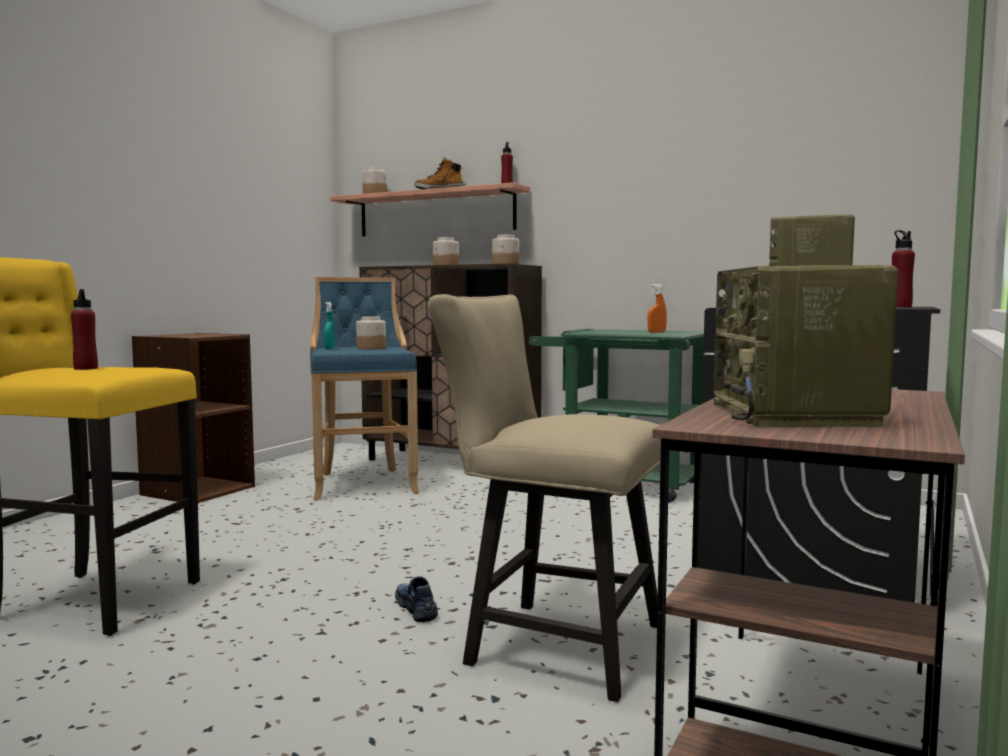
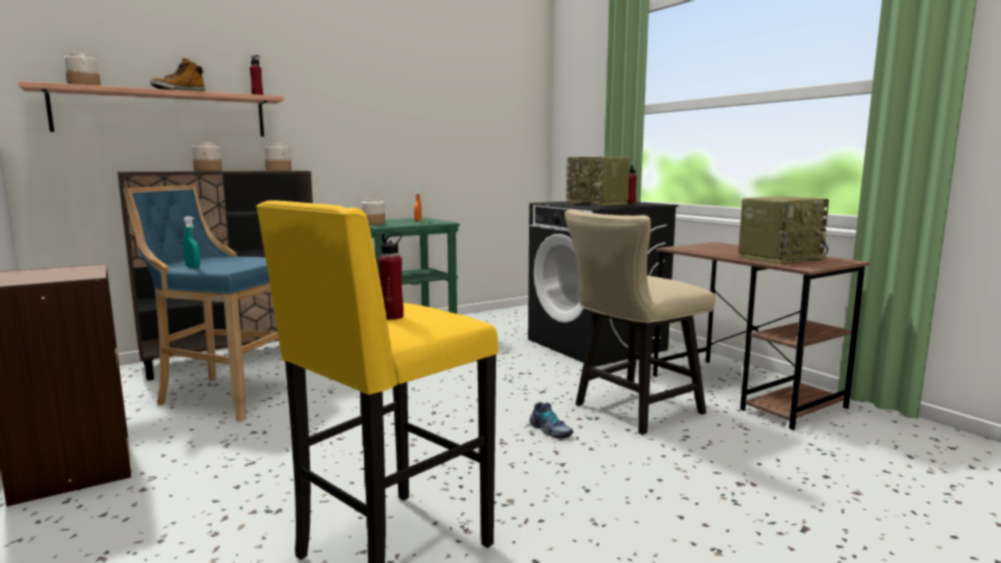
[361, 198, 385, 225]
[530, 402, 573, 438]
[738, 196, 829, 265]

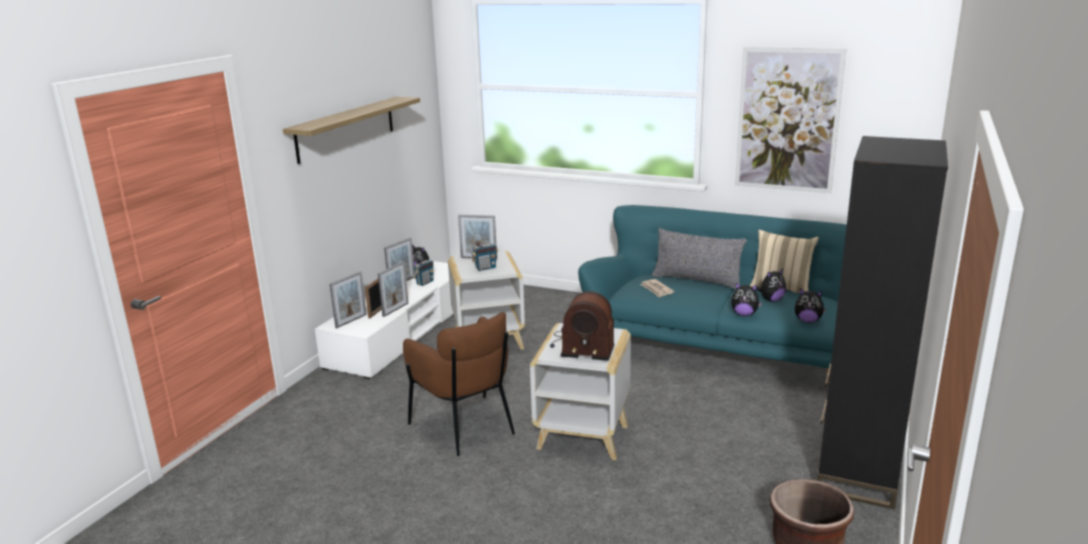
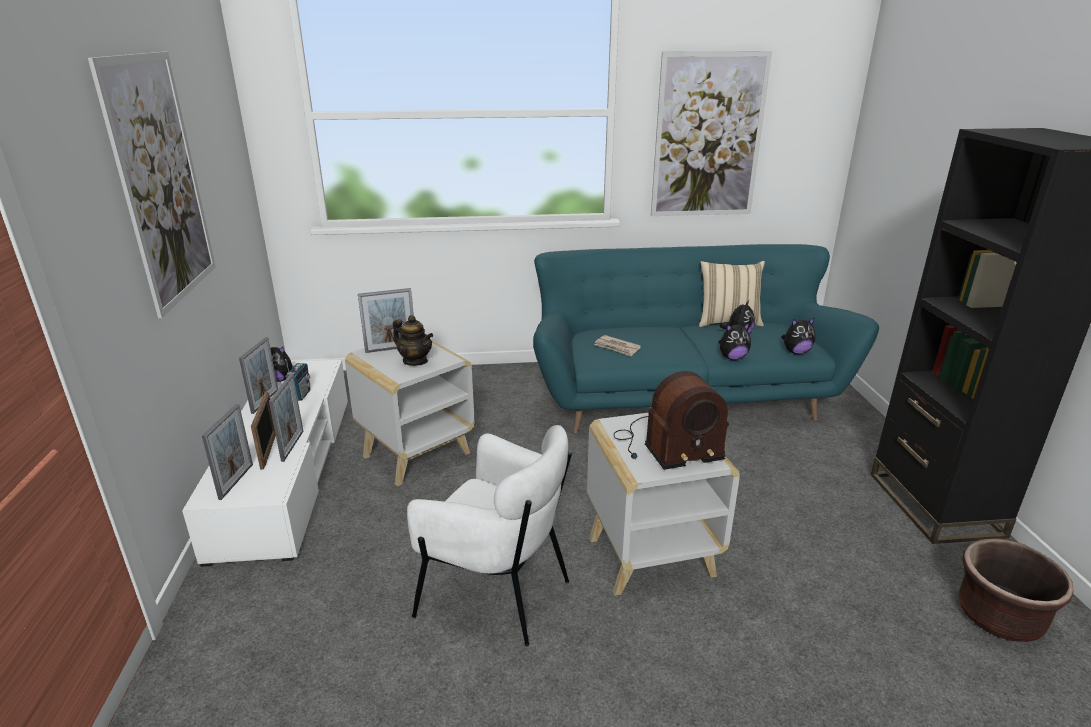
[88, 52, 216, 318]
[407, 425, 572, 646]
[393, 315, 433, 366]
[652, 228, 747, 289] (first image)

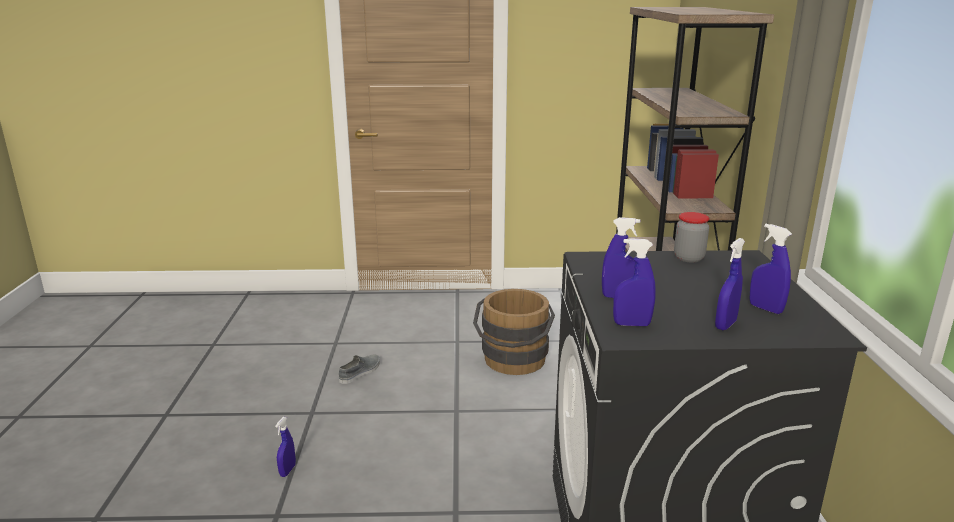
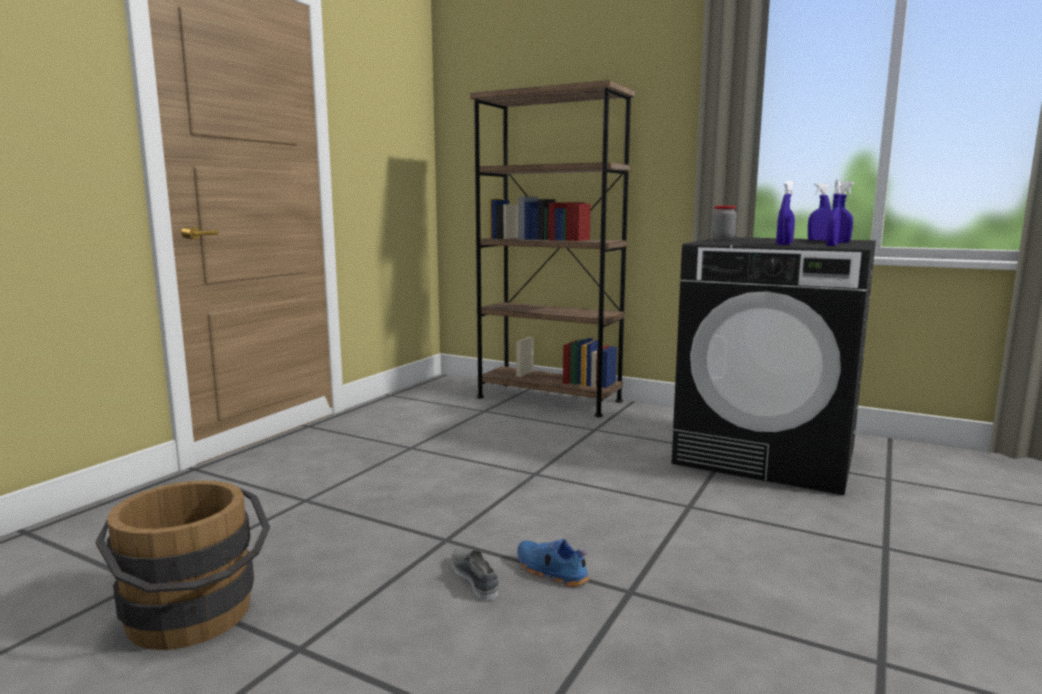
[517, 538, 589, 587]
[452, 548, 498, 601]
[96, 480, 270, 650]

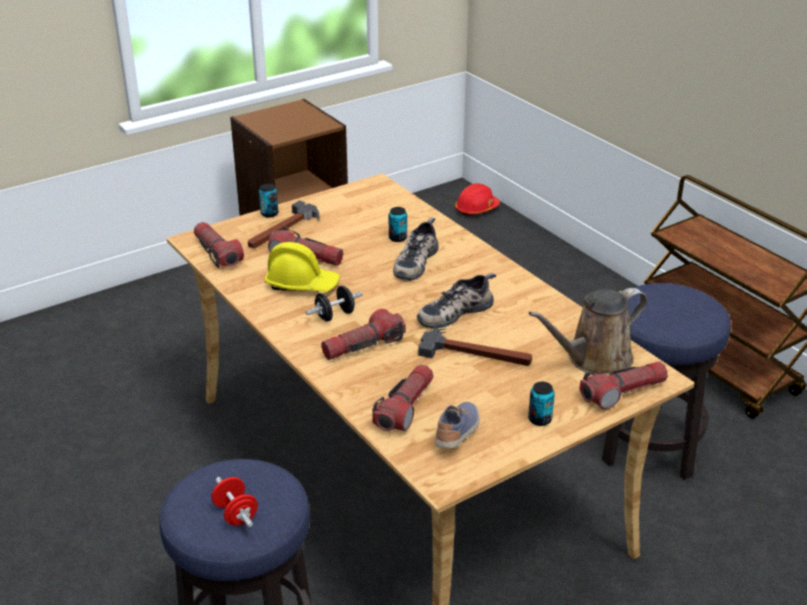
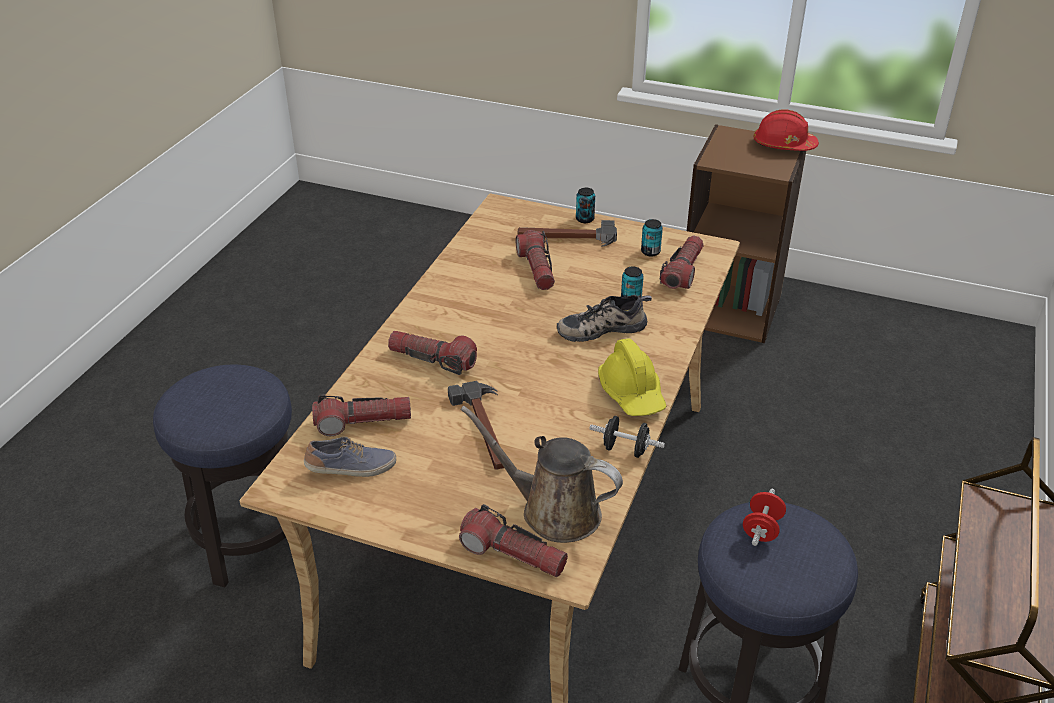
[660, 236, 704, 289]
[743, 489, 786, 546]
[598, 339, 667, 416]
[589, 416, 665, 458]
[417, 273, 496, 329] (first image)
[753, 110, 819, 151]
[641, 219, 663, 257]

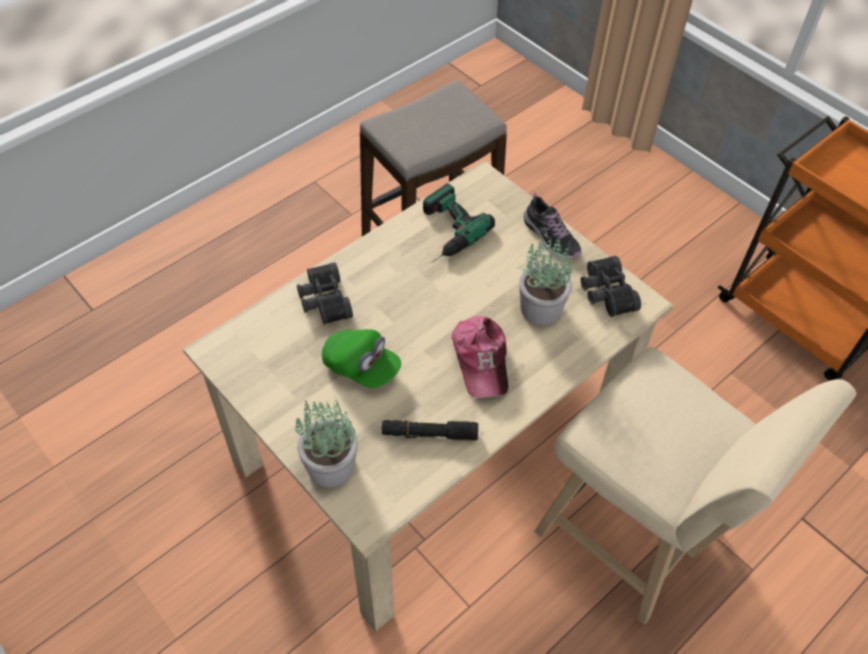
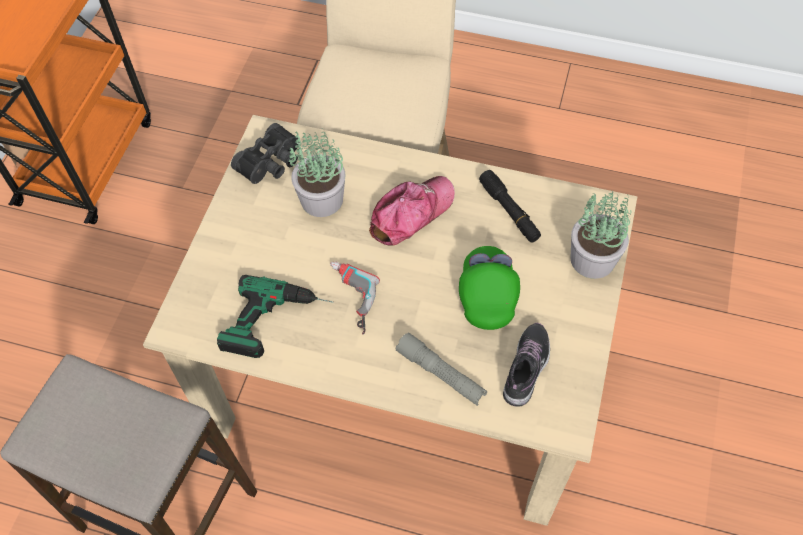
[396, 332, 487, 406]
[503, 323, 550, 406]
[330, 262, 380, 335]

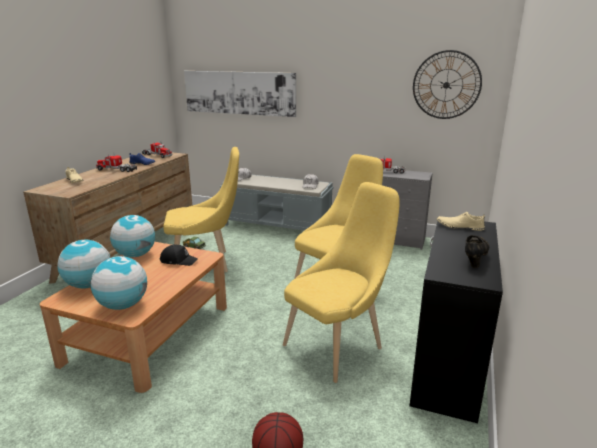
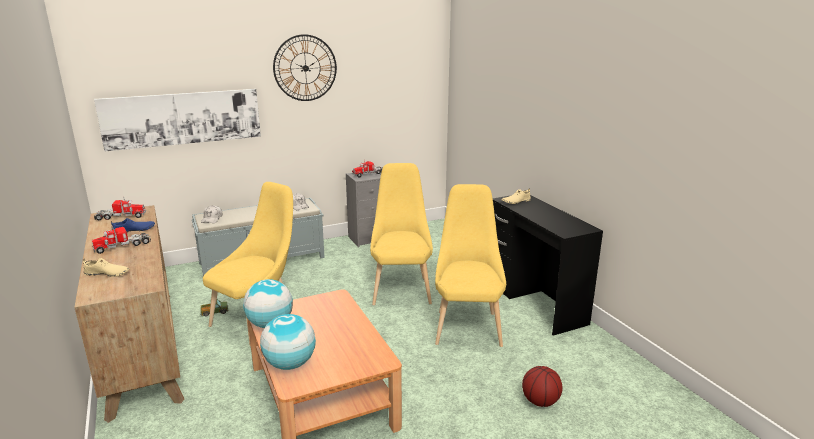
[90, 256, 147, 310] (first image)
[160, 244, 198, 266] (first image)
[273, 34, 337, 101]
[465, 235, 489, 268] (first image)

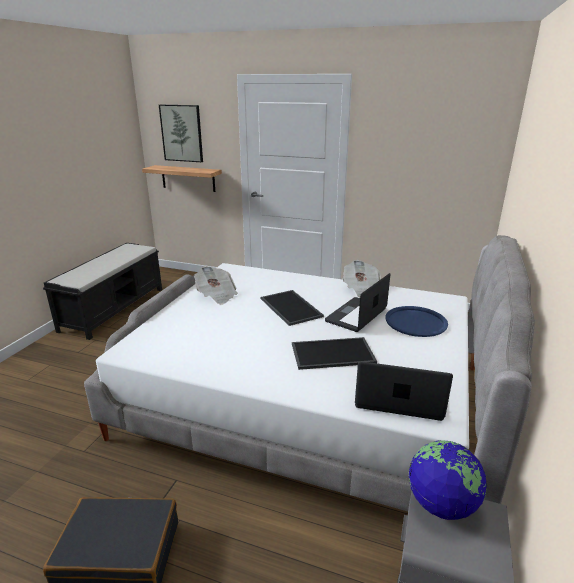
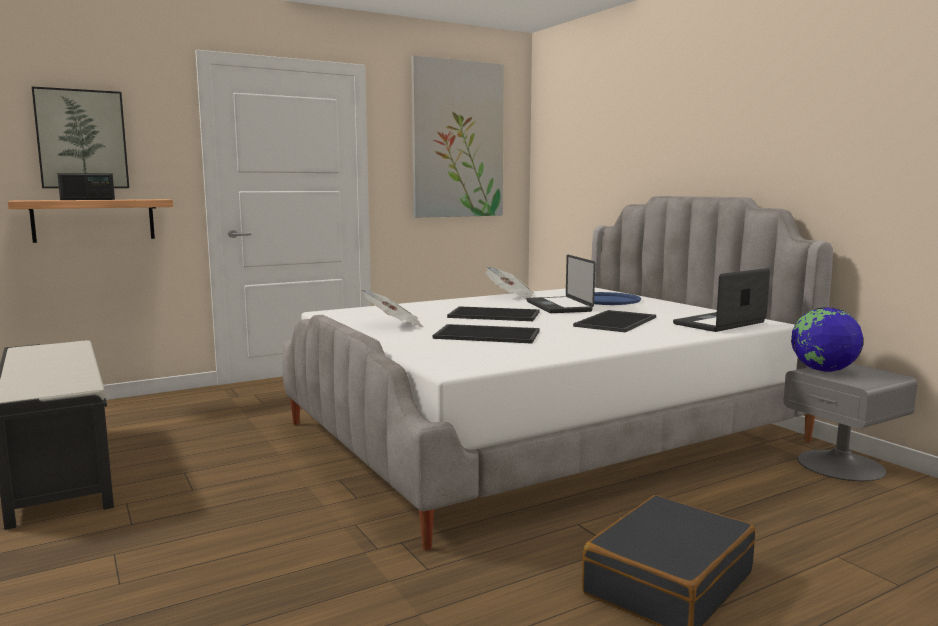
[57, 173, 115, 200]
[411, 55, 504, 218]
[433, 324, 540, 344]

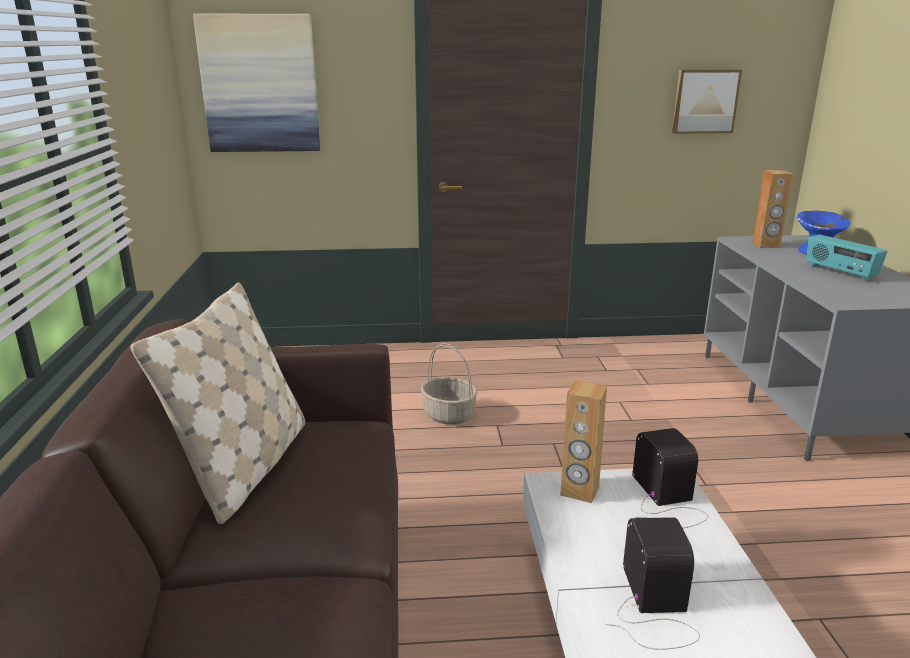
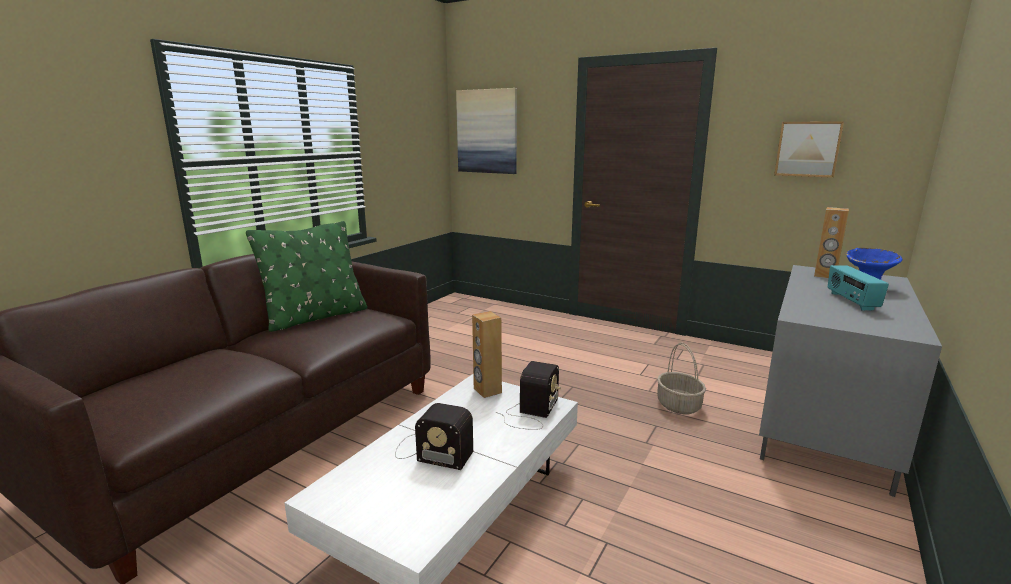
[246, 221, 367, 332]
[657, 342, 706, 415]
[395, 403, 473, 470]

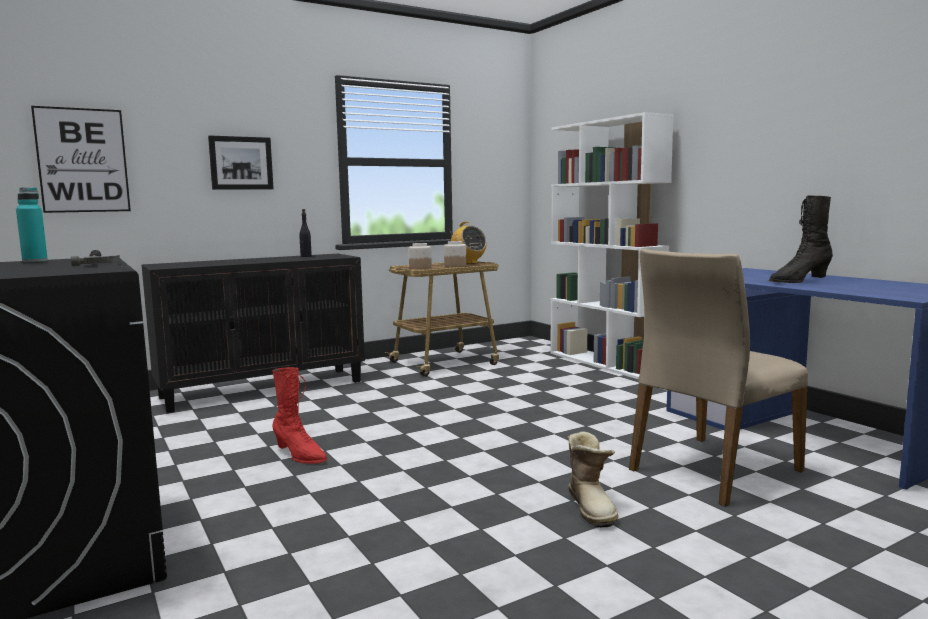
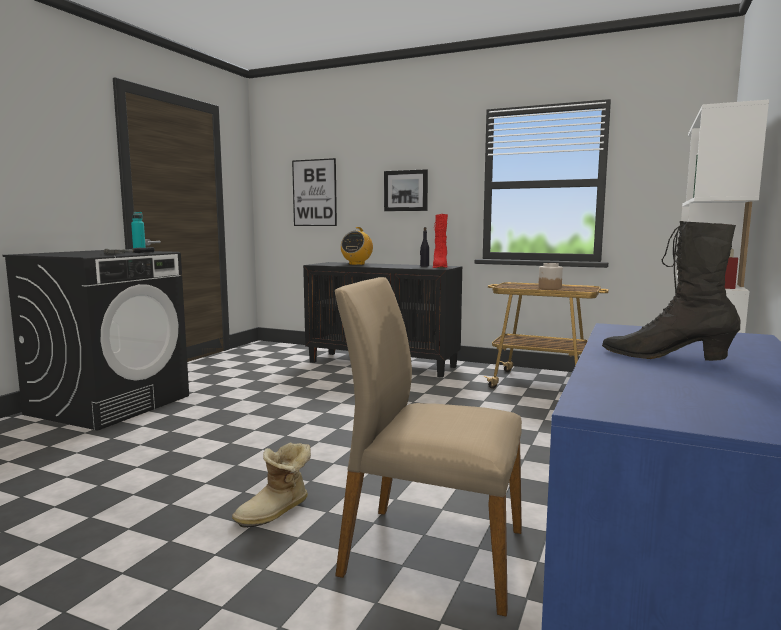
[433, 214, 448, 268]
[409, 243, 432, 269] (first image)
[341, 227, 373, 265]

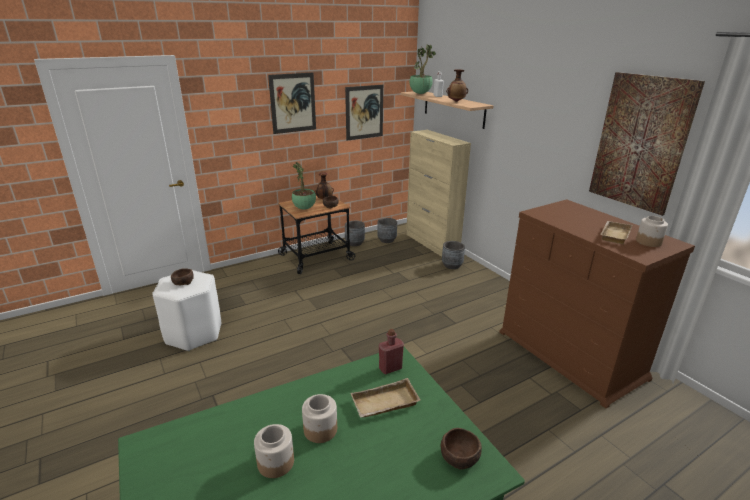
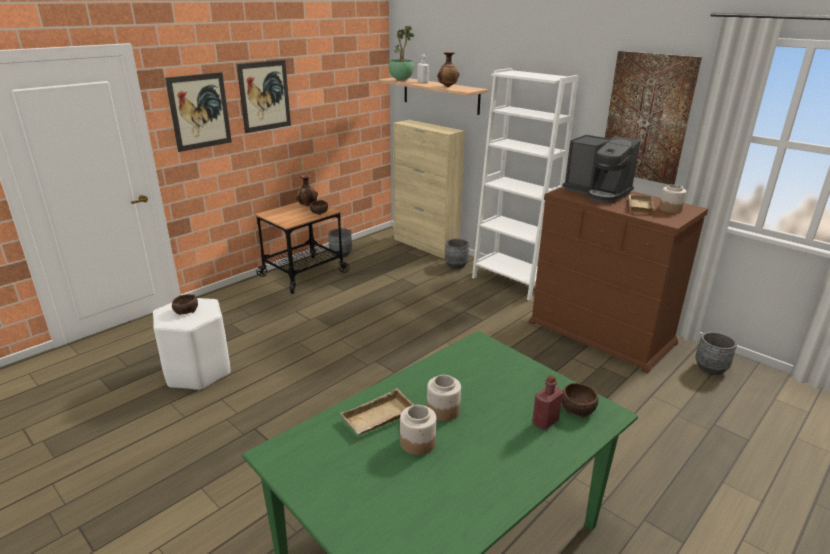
[292, 162, 316, 210] (first image)
[165, 72, 232, 152]
[340, 388, 414, 435]
[695, 331, 737, 375]
[532, 375, 563, 430]
[472, 68, 579, 300]
[562, 135, 641, 203]

